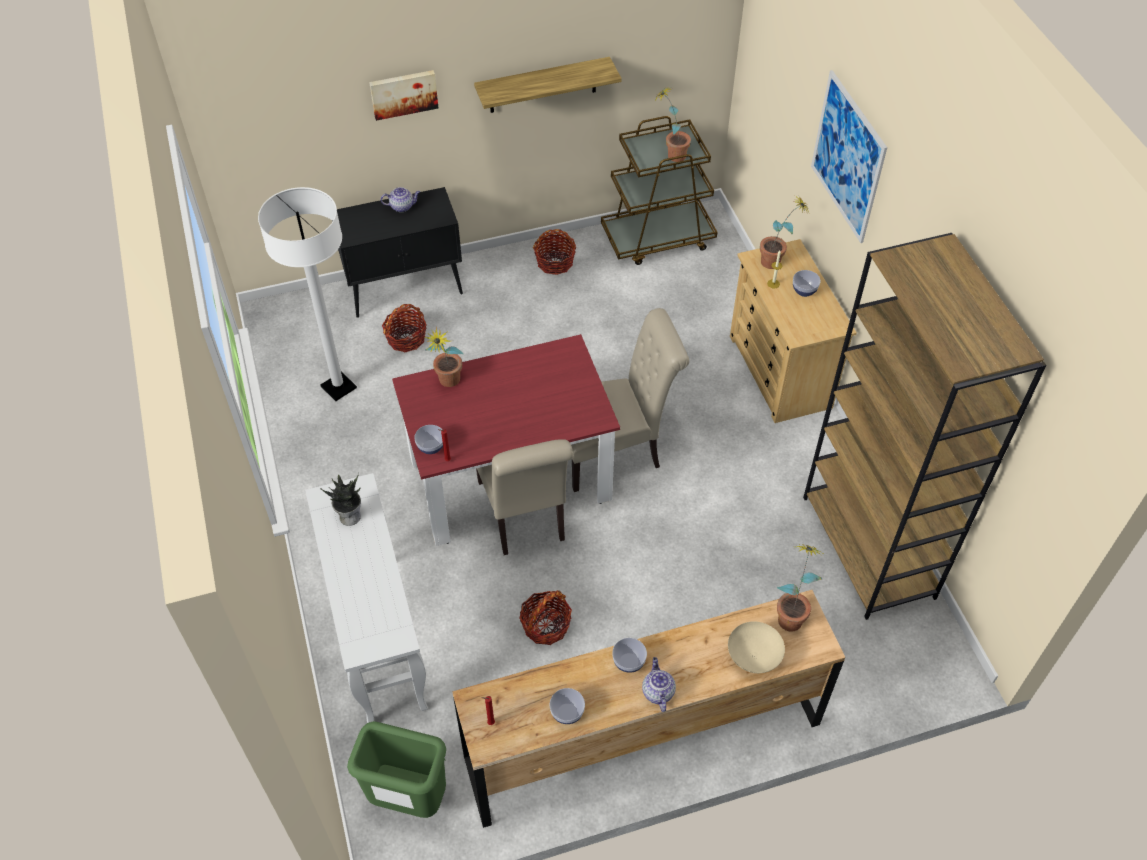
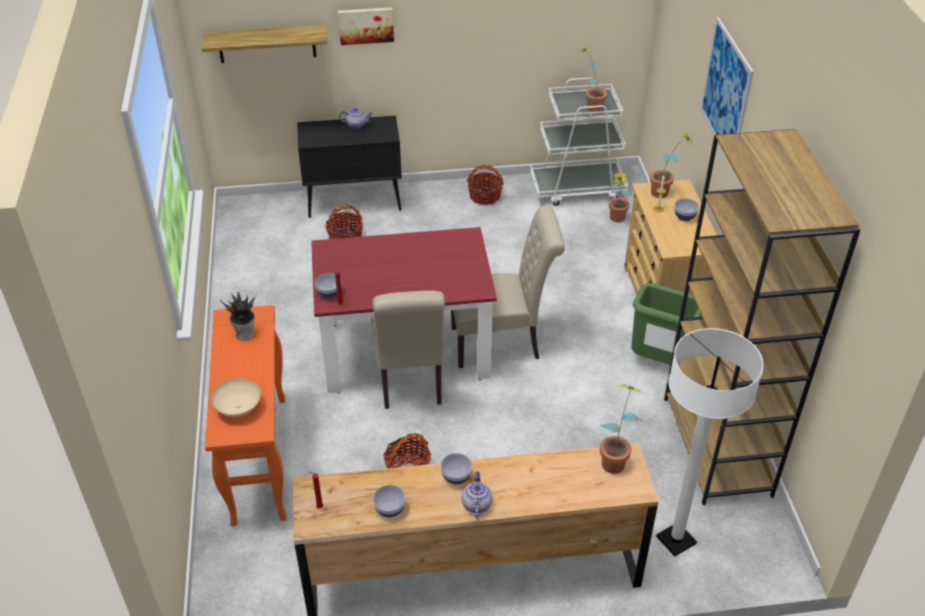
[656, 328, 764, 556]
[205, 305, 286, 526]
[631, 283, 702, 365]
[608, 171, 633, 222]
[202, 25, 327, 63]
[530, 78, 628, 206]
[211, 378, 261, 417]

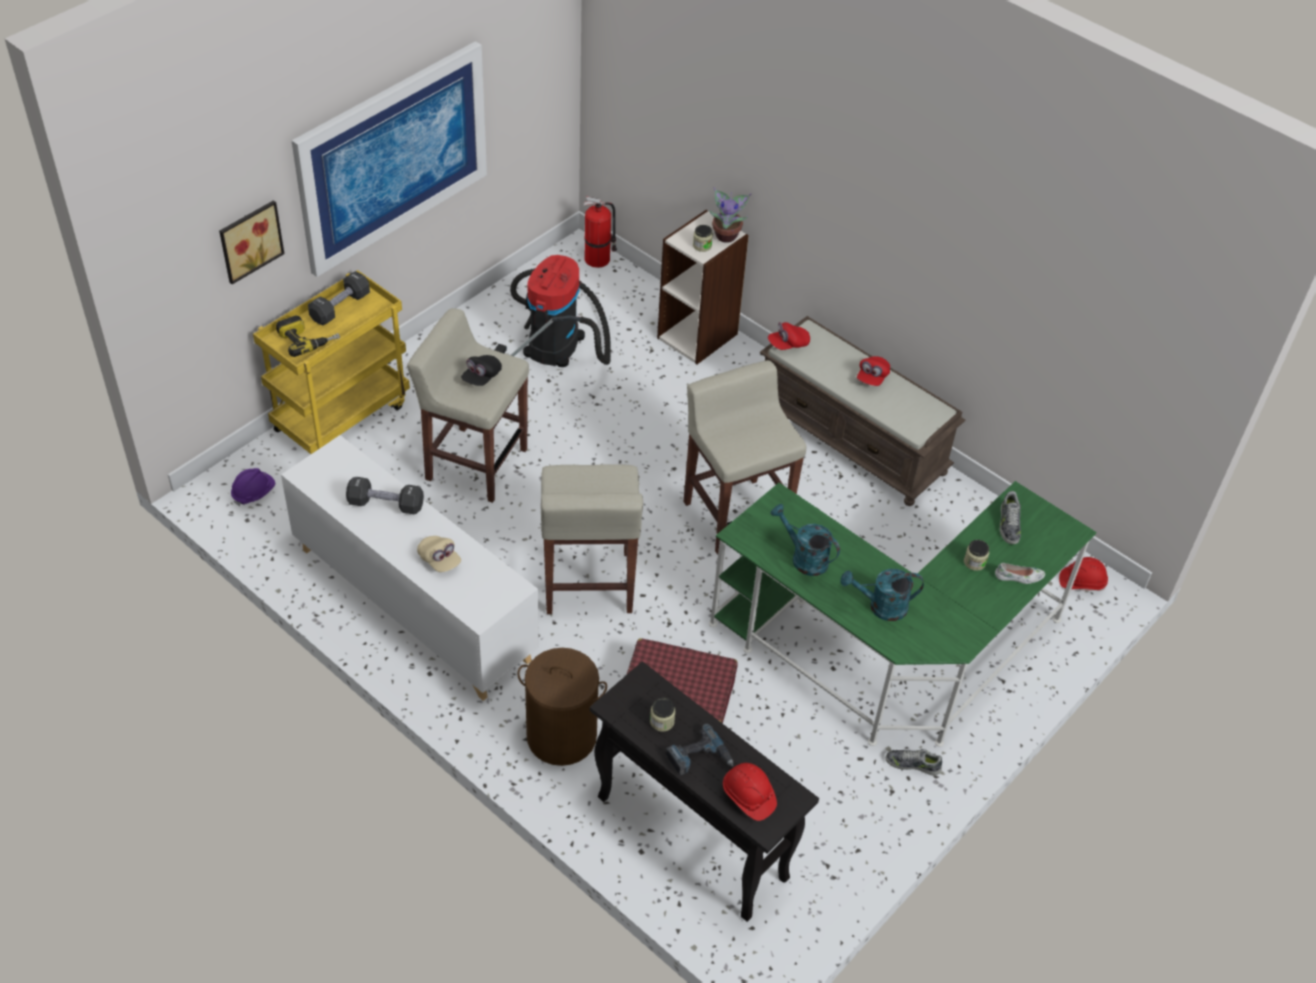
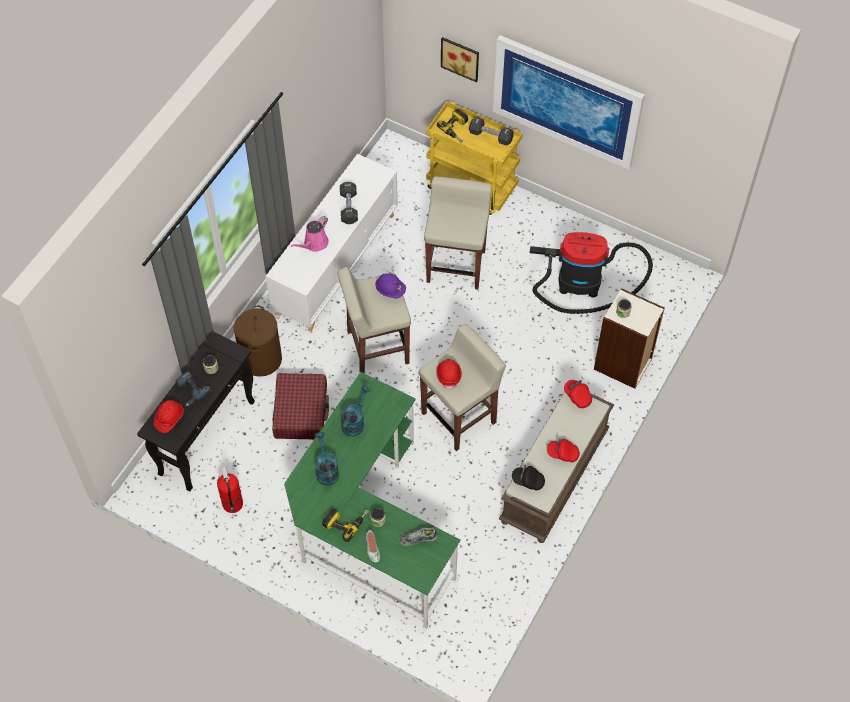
[375, 273, 406, 299]
[291, 216, 329, 252]
[512, 465, 545, 491]
[217, 467, 243, 513]
[709, 187, 751, 243] (first image)
[886, 749, 942, 776] (first image)
[436, 359, 462, 390]
[322, 508, 369, 542]

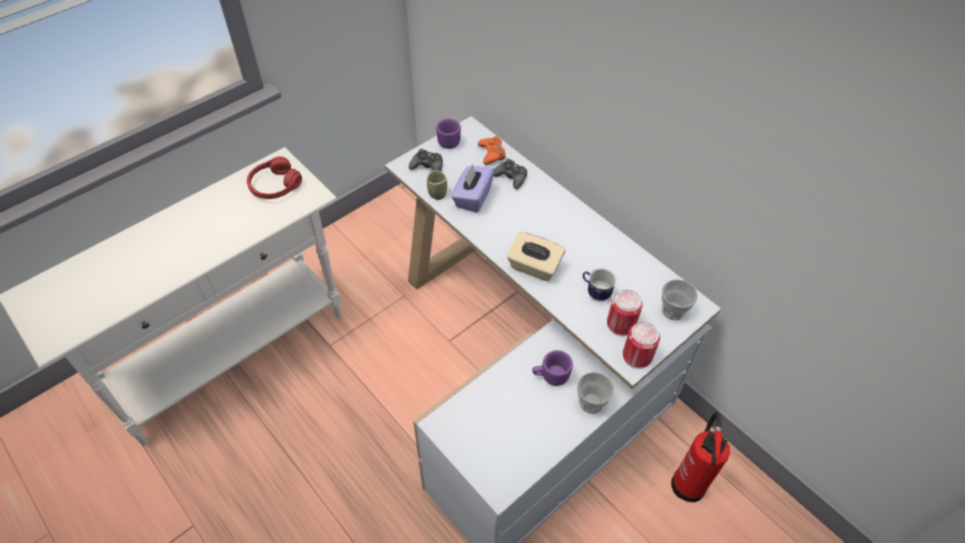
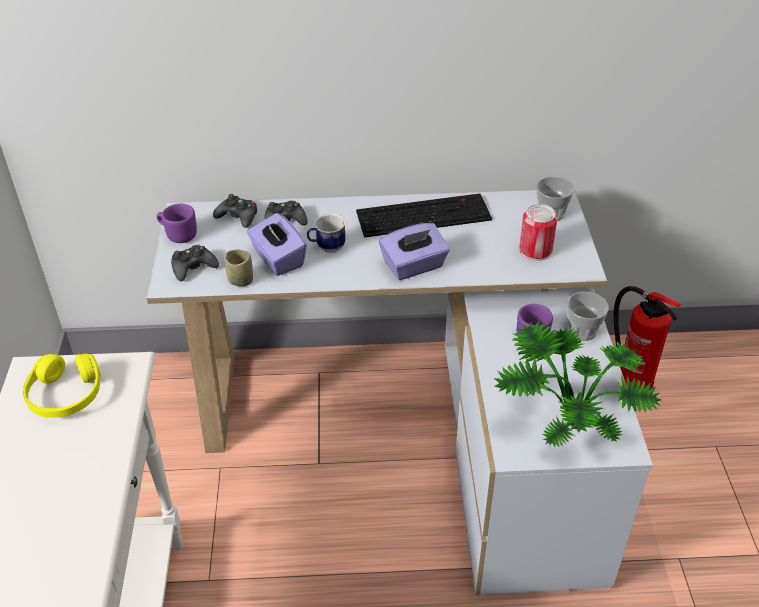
[23, 354, 101, 418]
[213, 194, 257, 228]
[379, 223, 450, 280]
[307, 213, 346, 253]
[623, 322, 660, 369] (first image)
[356, 194, 492, 238]
[494, 320, 661, 447]

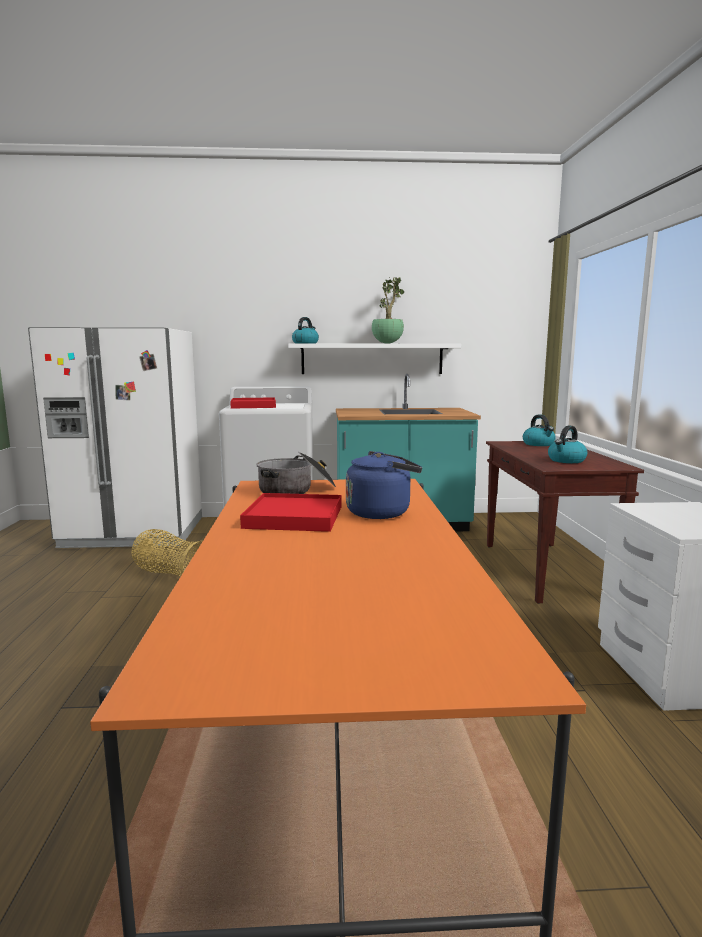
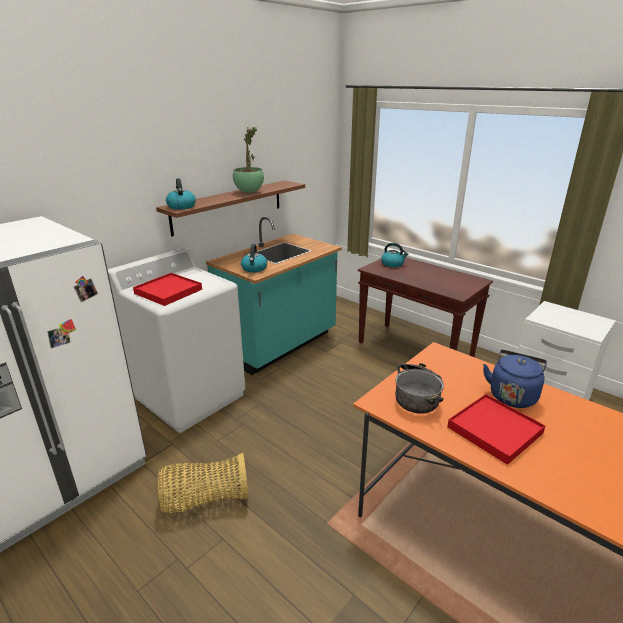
[156, 181, 305, 236]
[241, 244, 267, 272]

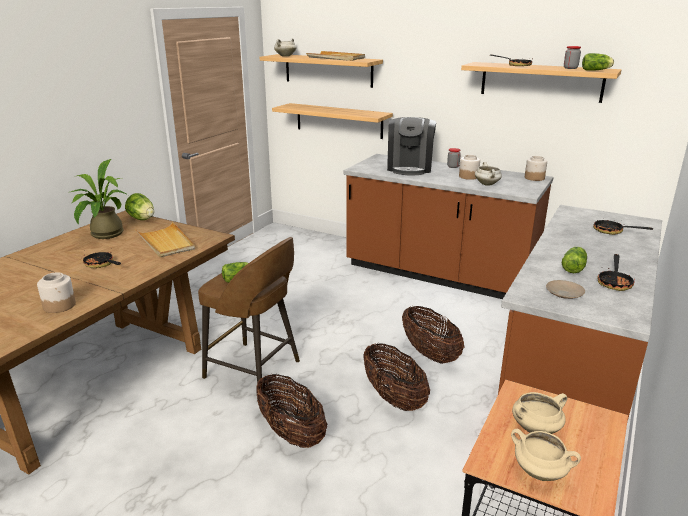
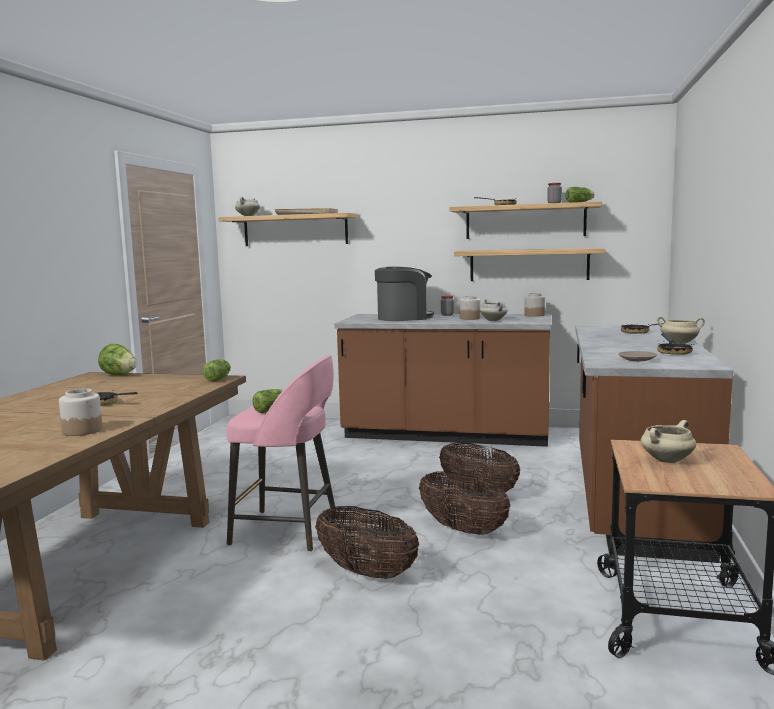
[71, 159, 128, 239] (first image)
[135, 222, 195, 257] (first image)
[227, 355, 337, 552]
[454, 248, 605, 281]
[375, 266, 434, 321]
[657, 316, 705, 344]
[203, 359, 231, 382]

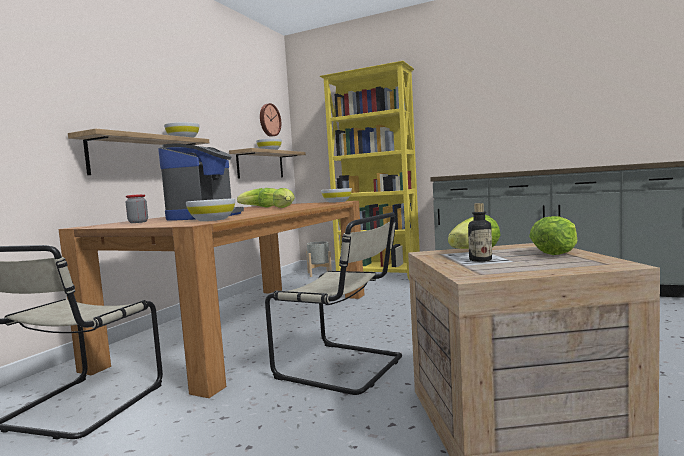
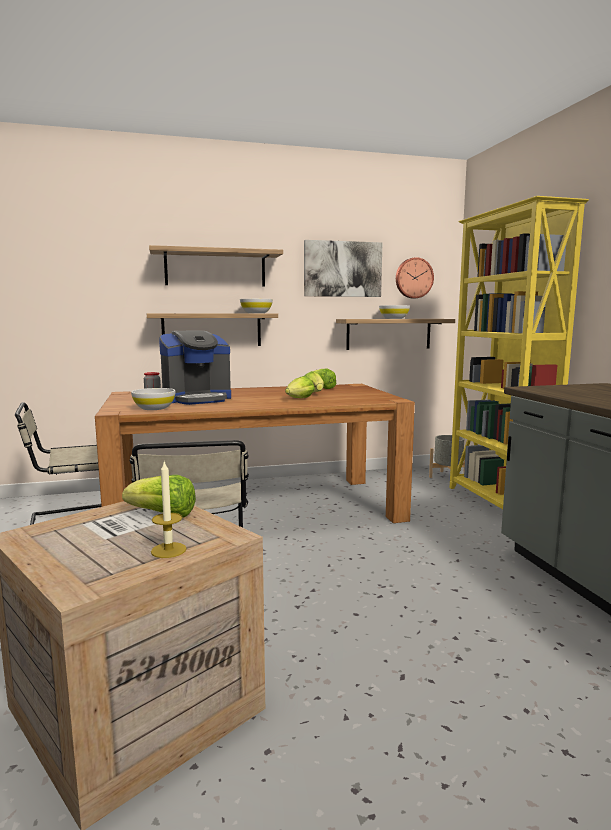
[321, 188, 352, 203] (first image)
[468, 203, 492, 262] (first image)
[151, 462, 187, 558]
[149, 245, 283, 287]
[304, 240, 382, 297]

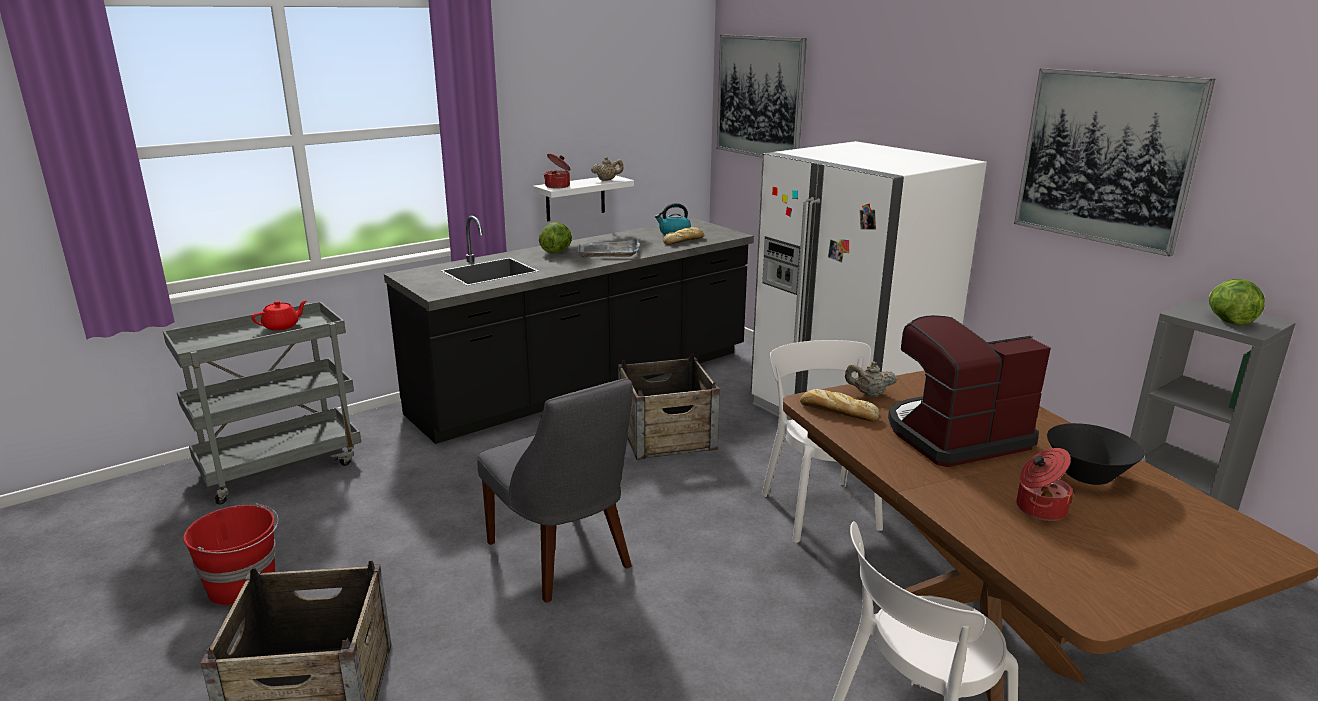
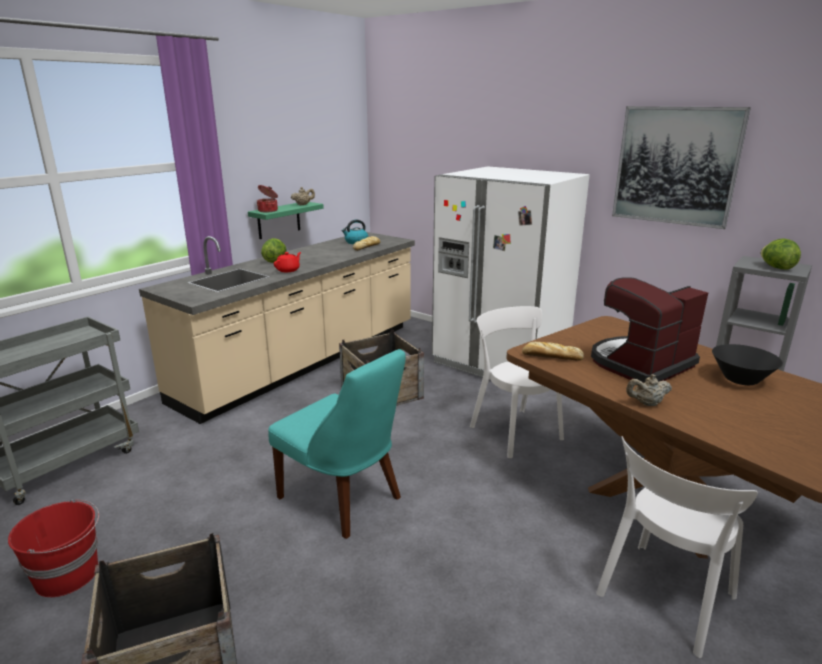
[274, 252, 301, 272]
[139, 232, 415, 424]
[268, 349, 406, 539]
[248, 202, 324, 239]
[578, 238, 639, 257] (first image)
[717, 35, 807, 158] (first image)
[626, 374, 672, 406]
[1017, 448, 1074, 521] (first image)

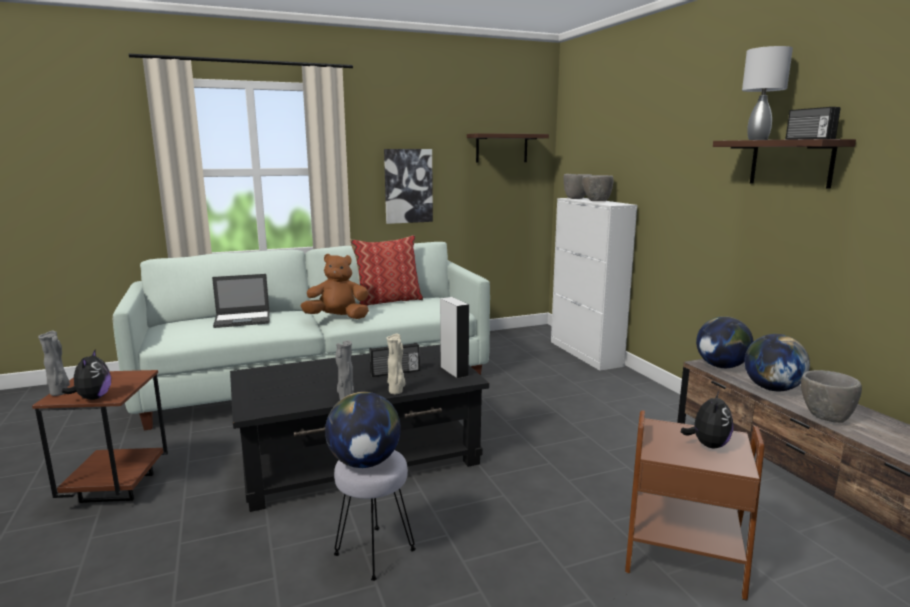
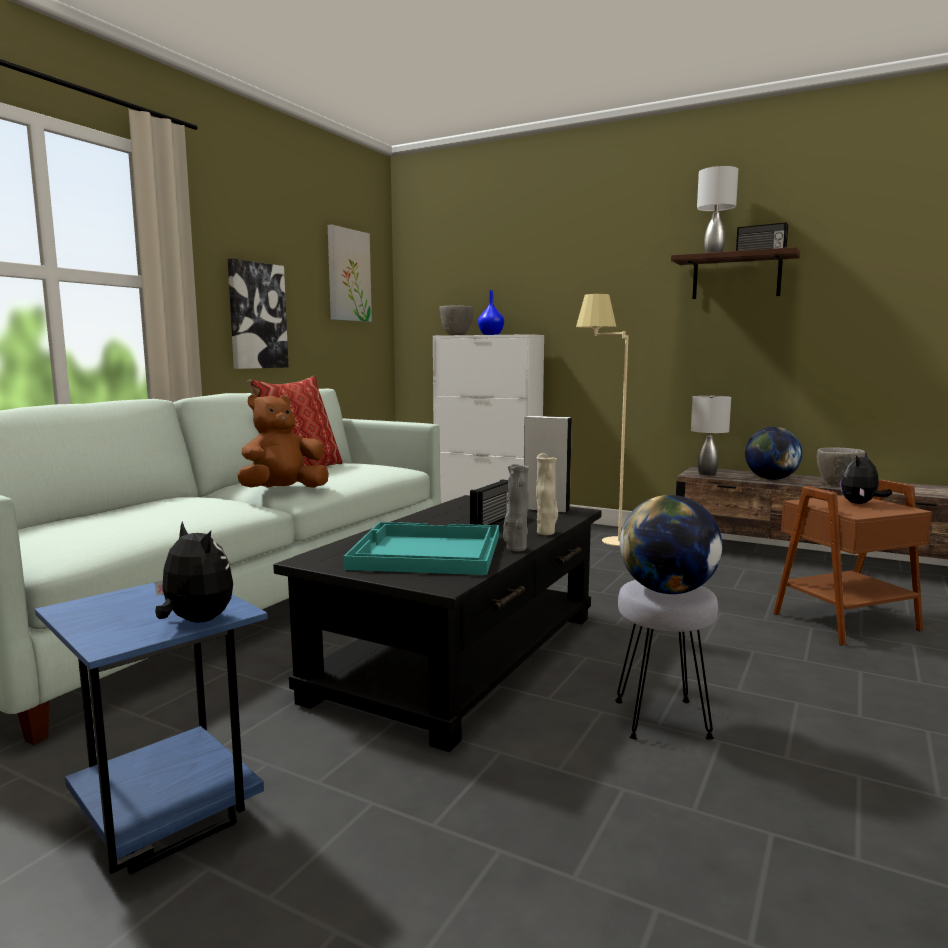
[35, 582, 268, 874]
[38, 331, 70, 396] (first image)
[212, 274, 270, 328] (first image)
[328, 225, 372, 322]
[478, 290, 504, 335]
[840, 453, 892, 504]
[691, 395, 731, 475]
[343, 522, 499, 575]
[576, 294, 628, 546]

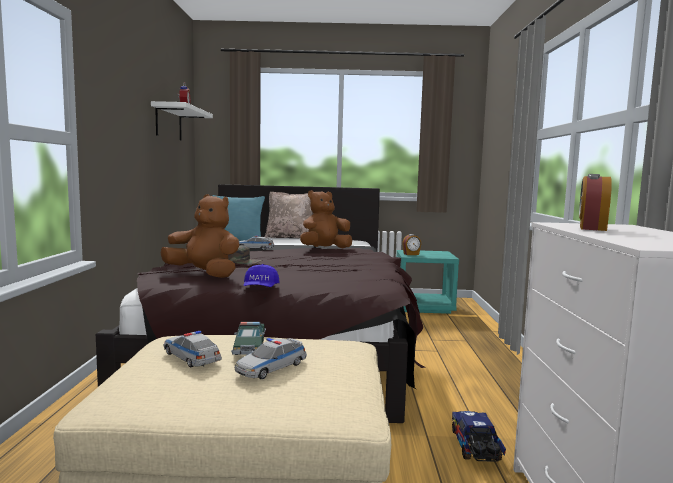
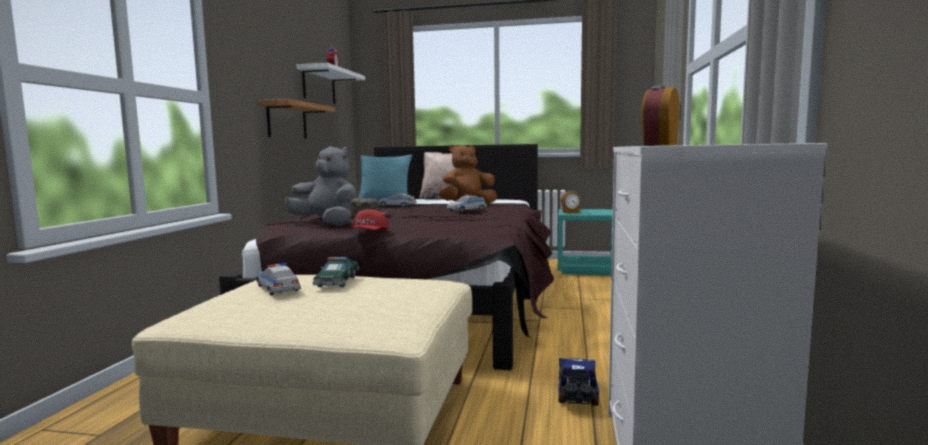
[285, 146, 356, 226]
[446, 194, 487, 212]
[350, 209, 388, 230]
[259, 99, 335, 139]

